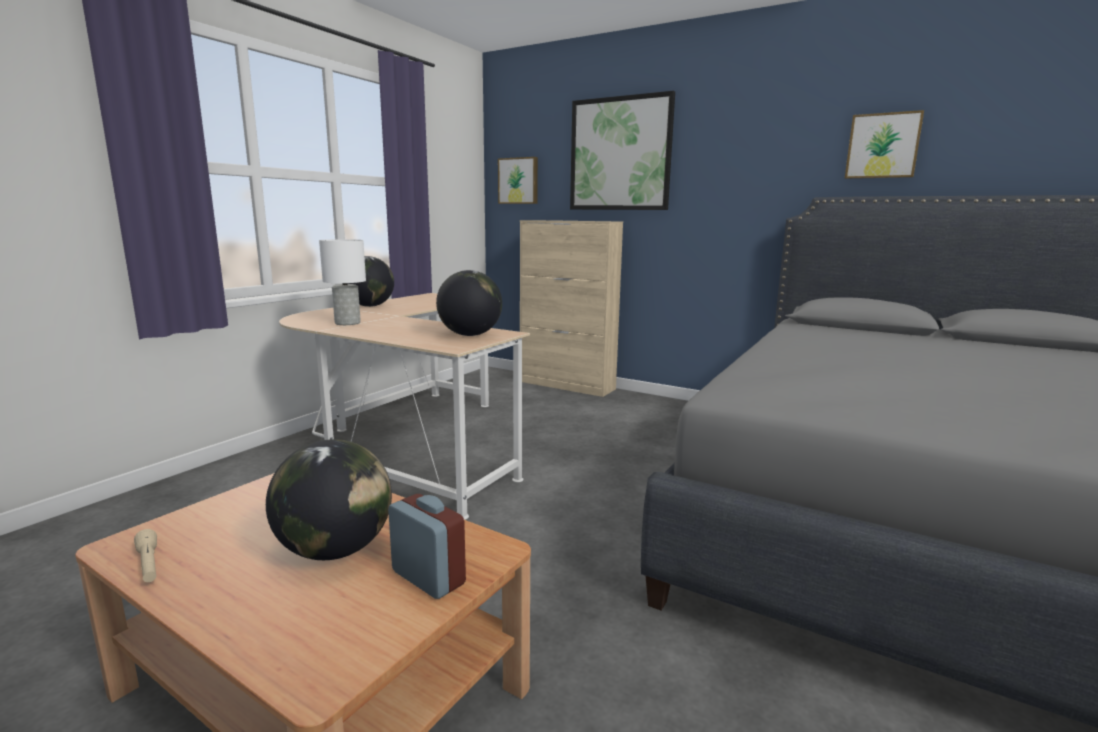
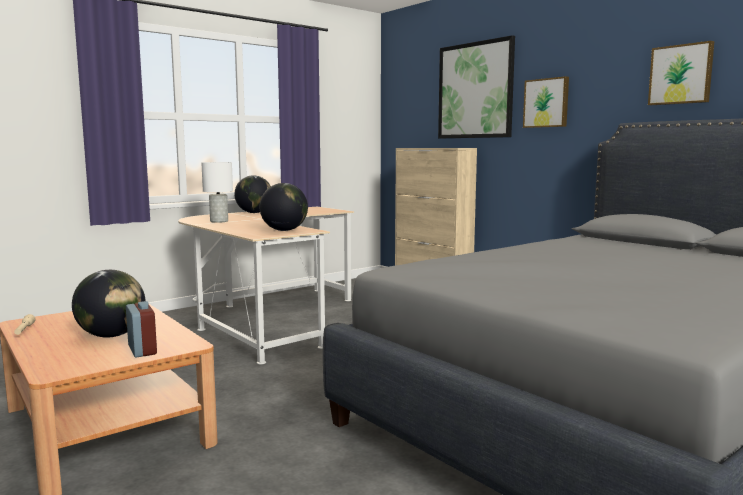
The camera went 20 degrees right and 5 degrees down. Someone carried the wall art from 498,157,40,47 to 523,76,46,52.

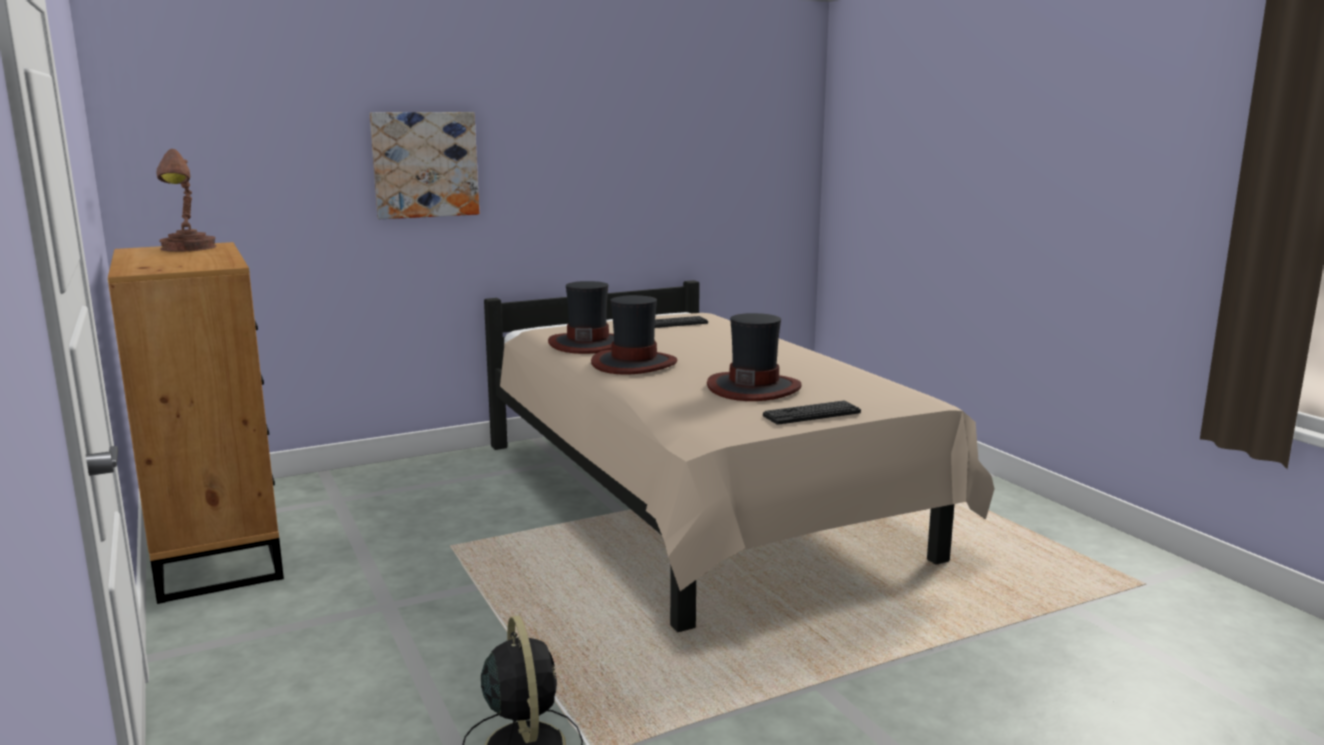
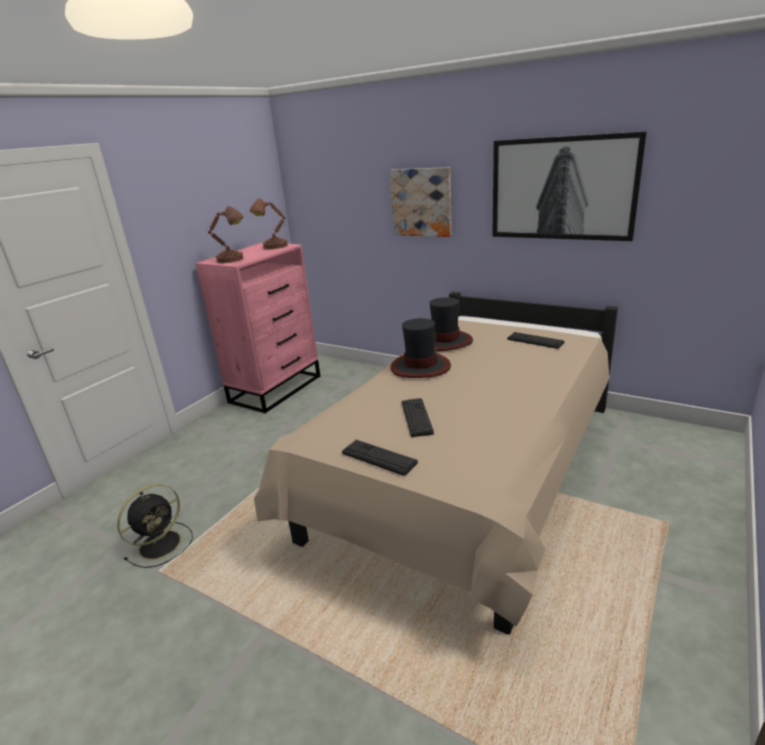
The camera went 60 degrees right and 10 degrees up. Someone put down the tabletop lamp (brownish) at 208,206,36,57. Someone put up the wall art at 492,131,155,110. Someone swapped the wearable hat at 707,313,95,88 for the keyboard at 402,398,32,39. Someone repainted the chest of drawers (brownish) at 108,242,176,362, which became the chest of drawers (pinkish) at 195,242,126,171.

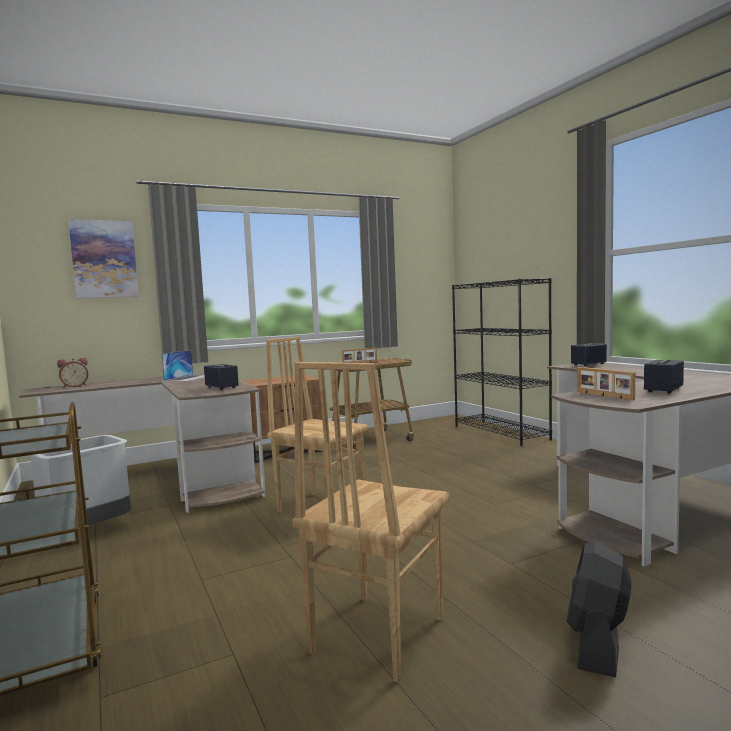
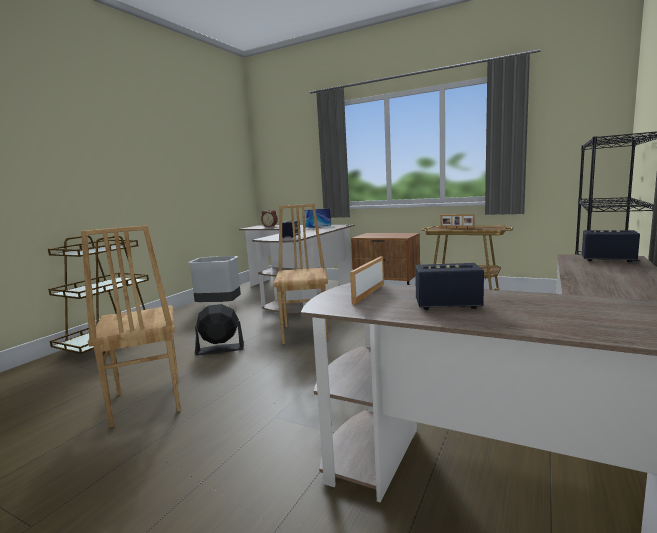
The camera went 55 degrees right and 5 degrees up. Someone took away the wall art at 68,219,71,79. Someone carried the cooling fan (black) from 566,541,66,137 to 195,304,49,51. Someone rotated the chair (brownish) at 293,362,157,321 by 105 degrees counterclockwise.

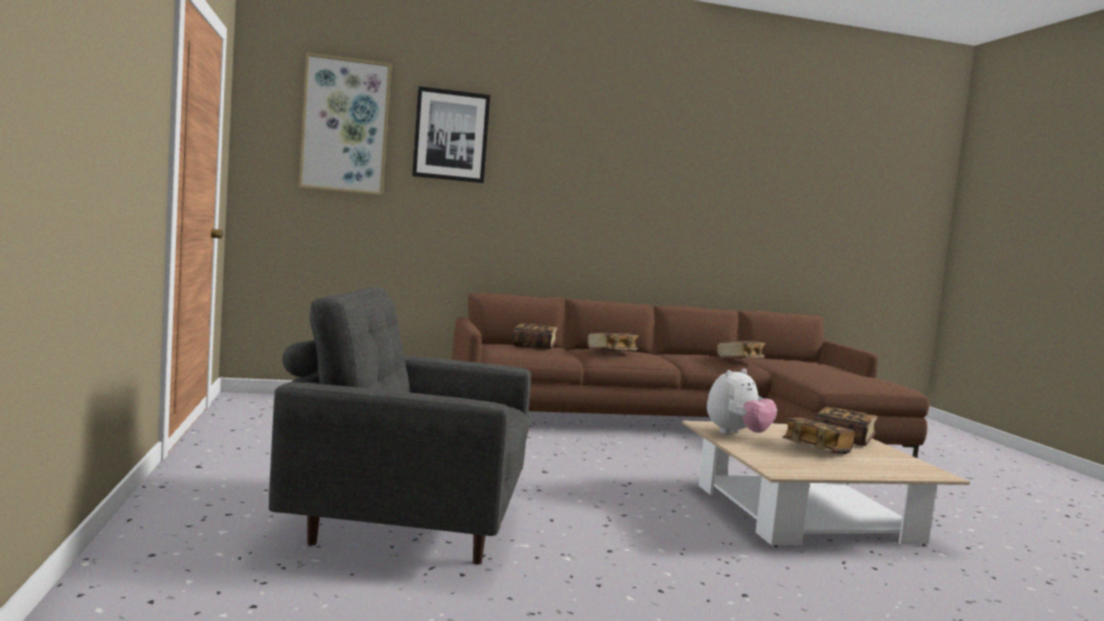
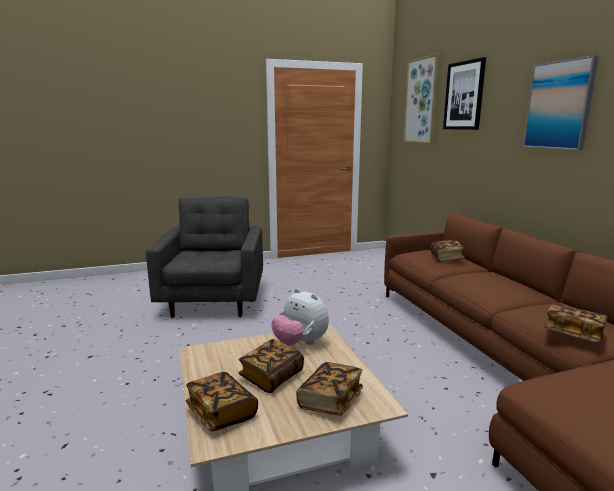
The camera went 85 degrees right and 10 degrees up. Someone put up the wall art at 523,55,76,95. Someone carried the bound book from 587,333,52,18 to 186,372,72,59.

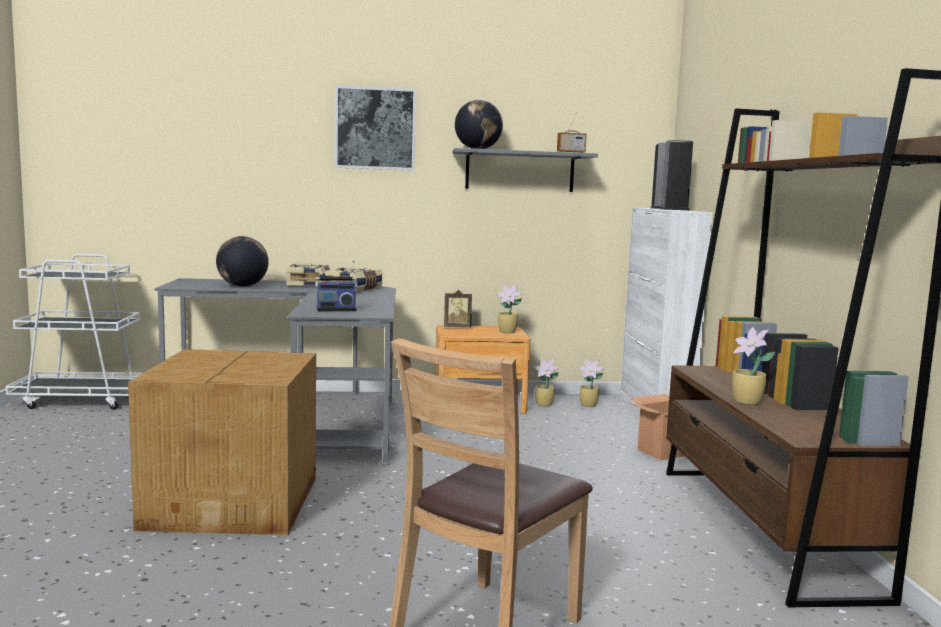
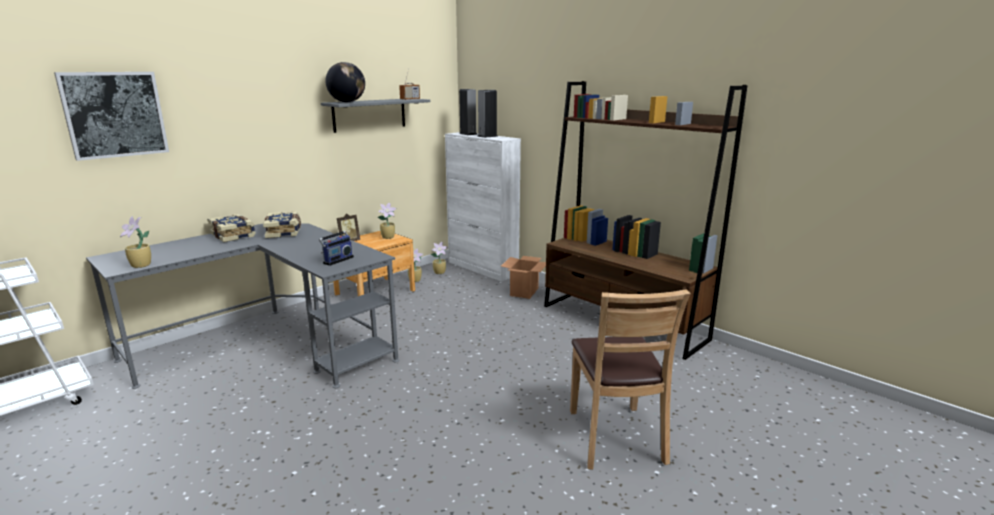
The camera went 40 degrees left and 10 degrees up. Someone took away the packing box at 128,349,188,186. Someone took away the desk globe at 216,236,53,51. Someone carried the wall art from 334,85,82,86 to 54,72,115,89. Someone carried the houseplant from 732,327,43,78 to 120,216,31,52.

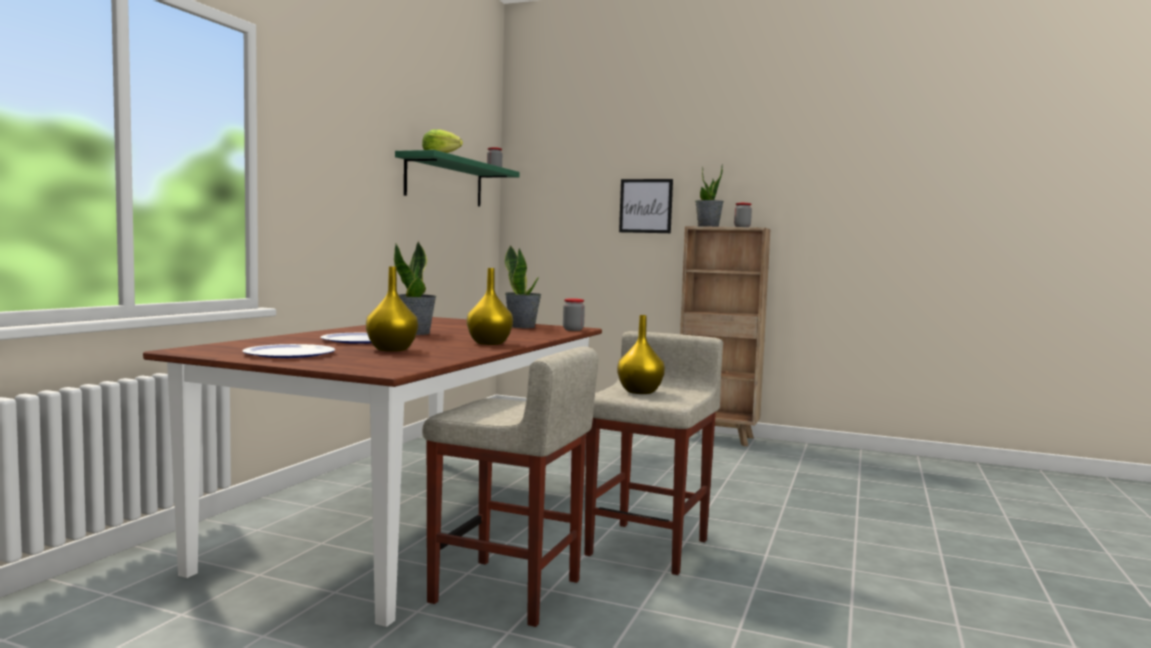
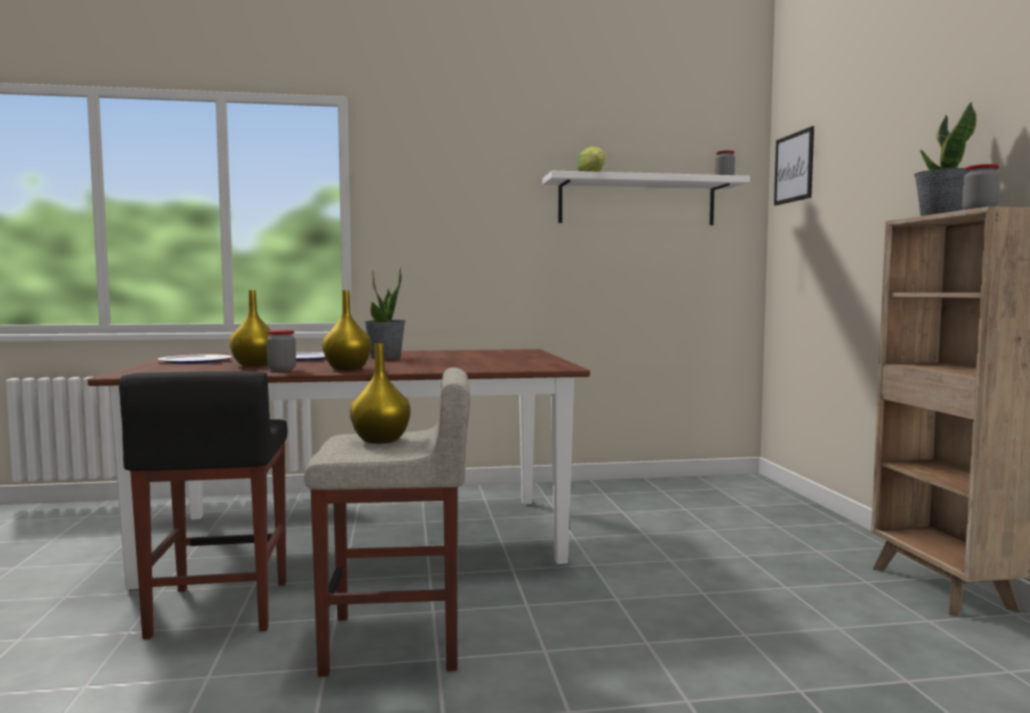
The camera went 60 degrees right and 0 degrees up. Someone took away the houseplant at 505,245,37,83. Someone carried the jar from 563,298,22,33 to 267,330,29,41. Someone carried the wall art from 619,179,54,54 to 774,126,40,79. Someone repainted the wall shelf (green-coloured) at 395,150,125,57, which became the wall shelf (white) at 542,171,208,54. Someone repainted the stool (beige) at 422,346,176,281, which became the stool (black) at 119,371,169,269.

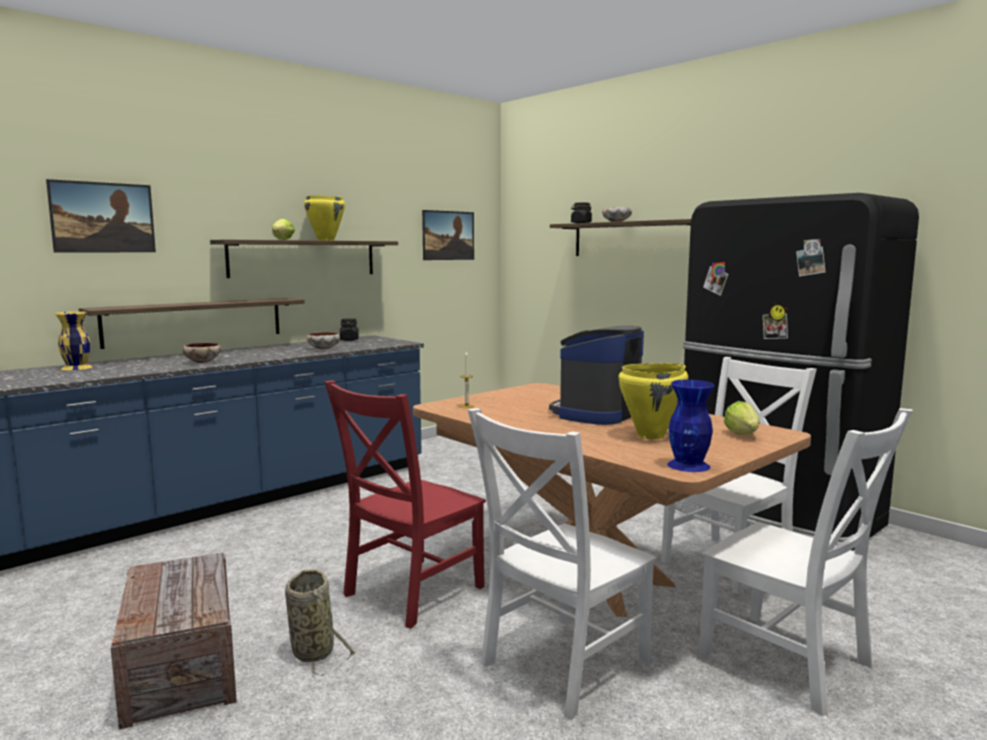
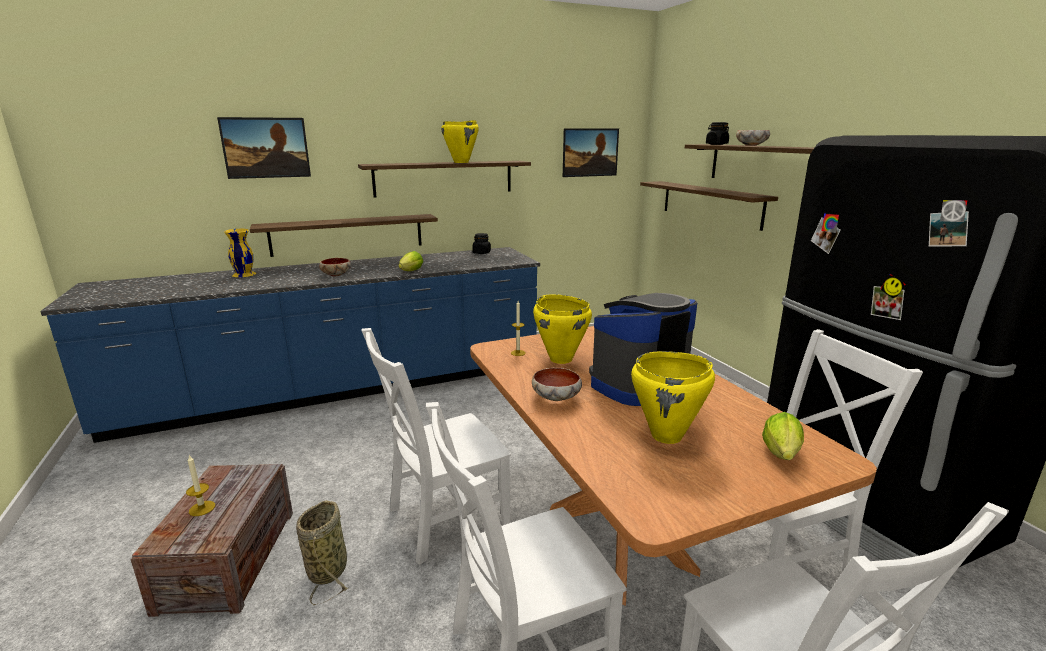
The camera went 20 degrees right and 10 degrees up. Someone took away the decorative vase (bluish) at 667,380,48,92. Someone put down the wax light at 186,455,29,61. Someone put down the stockpot (yellow-coloured) at 533,294,59,70. Someone put up the wall shelf at 640,181,138,50. Someone carried the lettuce from 272,219,23,21 to 398,251,25,20. Someone carried the deep dish from 307,332,33,18 to 532,368,50,33. Someone repainted the chair (reddish) at 324,380,162,248, which became the chair (white) at 362,328,149,237.

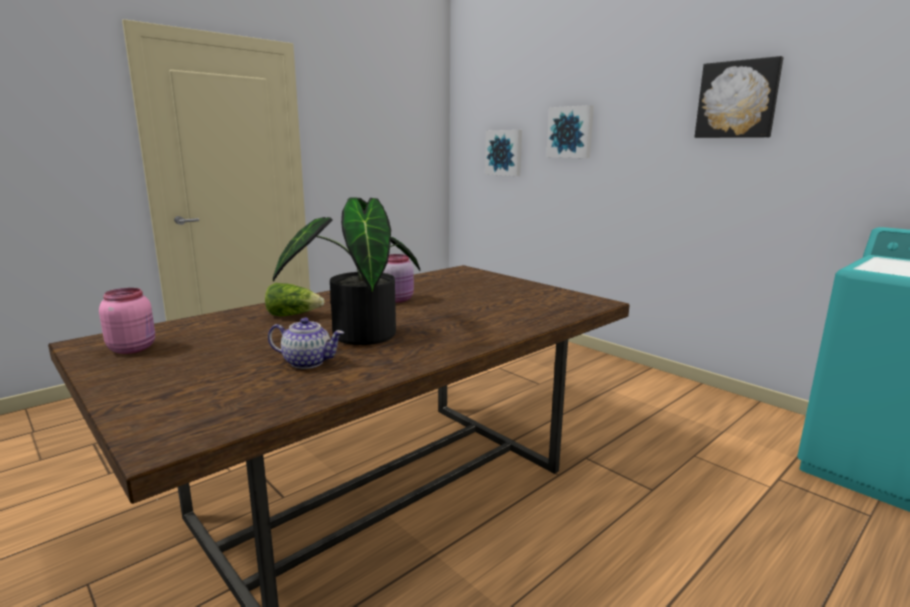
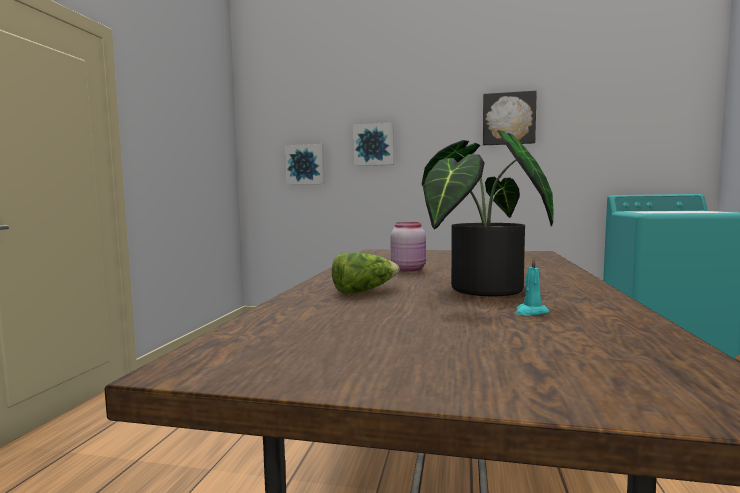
The camera went 35 degrees left and 10 degrees down. Someone took away the jar (pinkish) at 99,288,56,66. Someone swapped the tea pot at 268,317,76,52 for the wax light (turquoise) at 516,255,34,61.

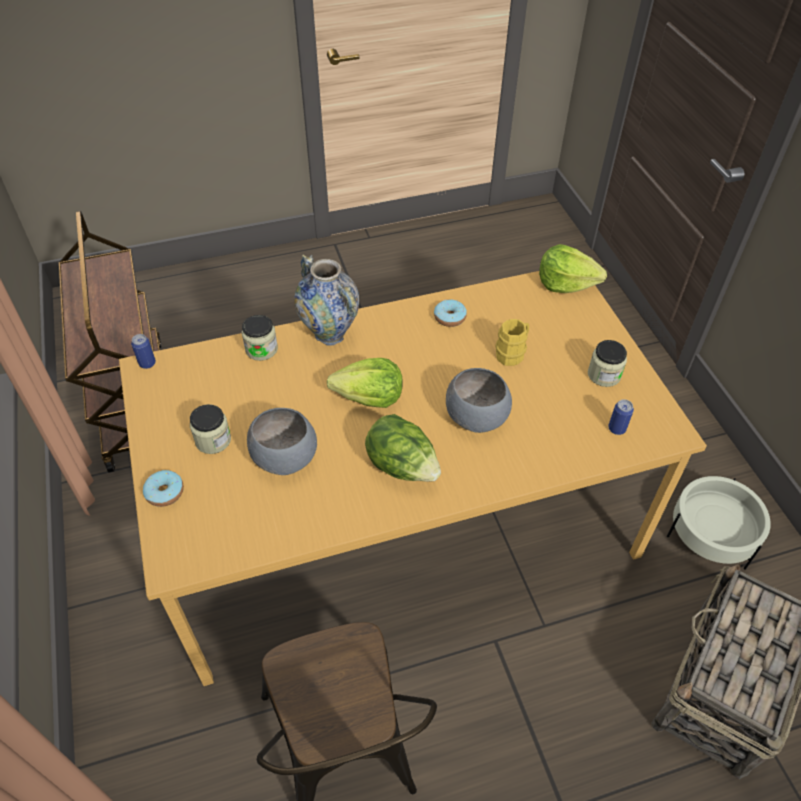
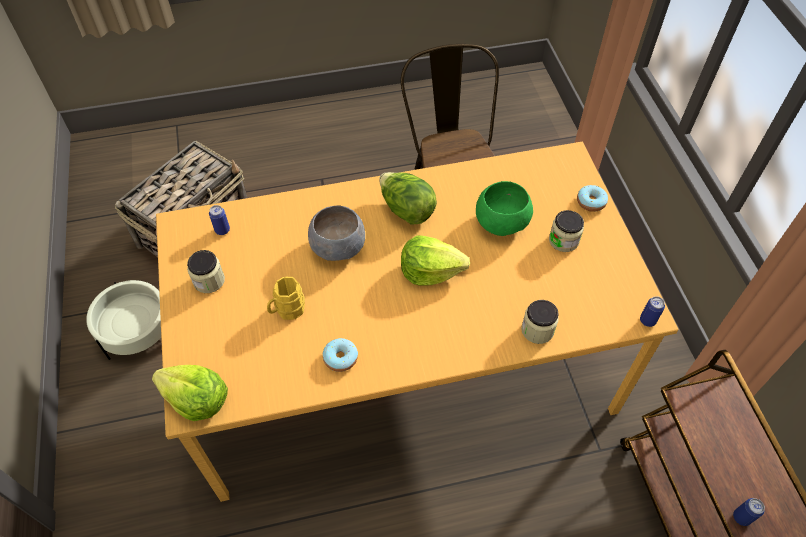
The camera went 175 degrees left and 5 degrees up. Someone took away the decorative vase at 294,255,65,91. Someone put down the metal can at 733,498,32,28. Someone repainted the deep dish (grey) at 247,408,70,67, which became the deep dish (green-coloured) at 476,181,57,55.

